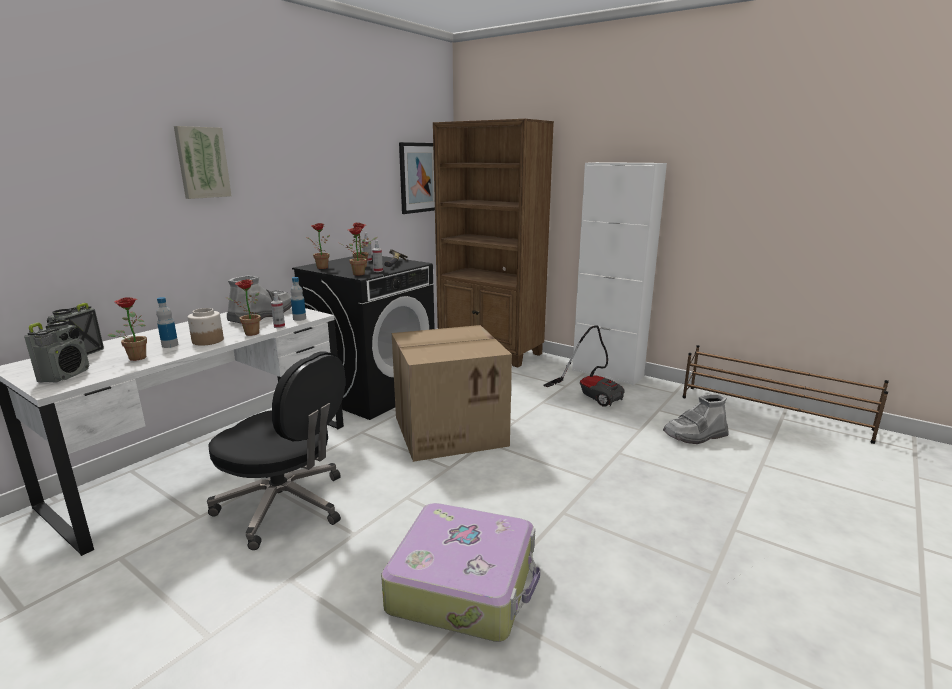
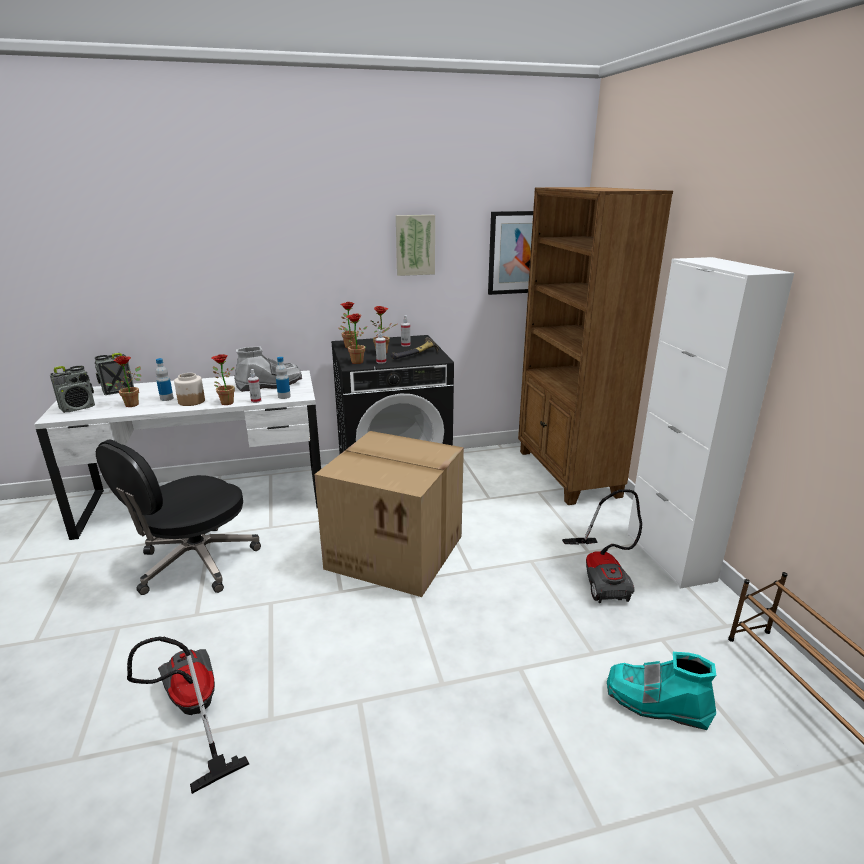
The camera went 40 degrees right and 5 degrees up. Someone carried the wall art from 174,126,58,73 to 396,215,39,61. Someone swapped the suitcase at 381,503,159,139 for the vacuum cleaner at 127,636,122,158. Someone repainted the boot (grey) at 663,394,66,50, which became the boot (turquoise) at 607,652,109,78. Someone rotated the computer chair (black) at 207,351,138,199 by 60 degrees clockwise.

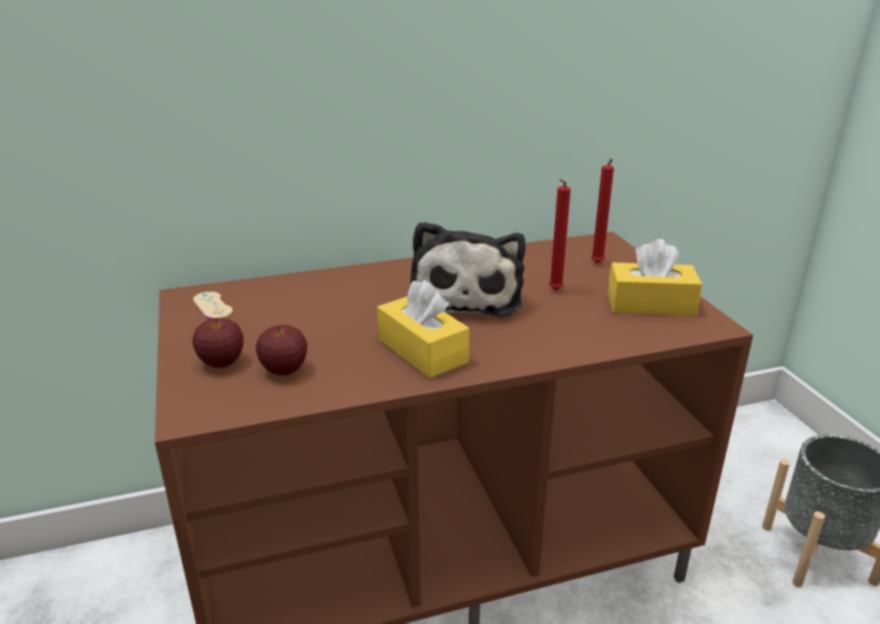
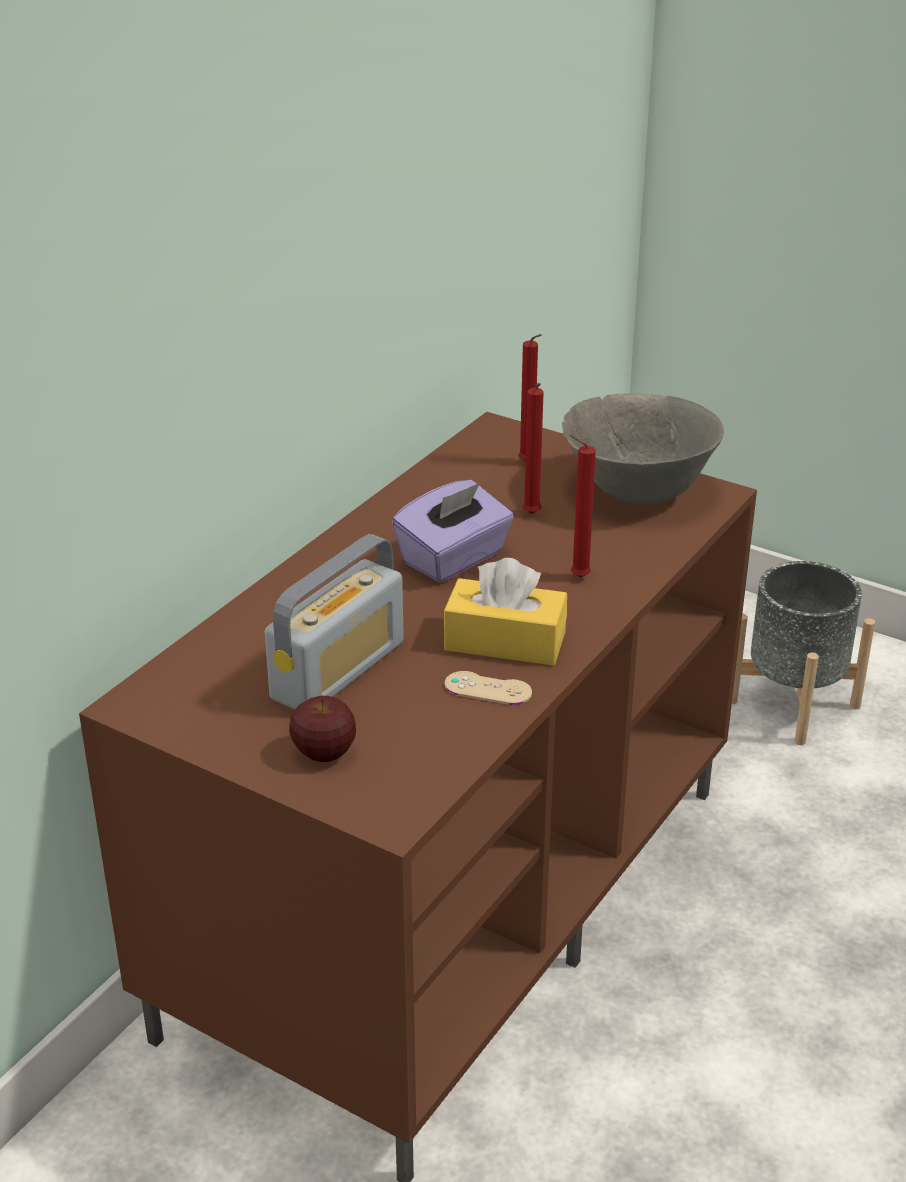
The camera went 40 degrees left and 5 degrees up. Someone took away the apple fruit at 256,325,51,51. Someone put down the radio receiver at 265,534,139,176. Someone put down the wax light (reddish) at 570,435,26,143. Someone carried the joypad (beige) from 193,292,40,27 to 445,671,87,34. Someone swapped the cuddly toy at 410,221,116,96 for the tissue box (purple) at 392,480,122,103. Someone swapped the tissue box (yellow-coloured) at 608,239,94,77 for the deep dish (grey) at 562,393,162,111.

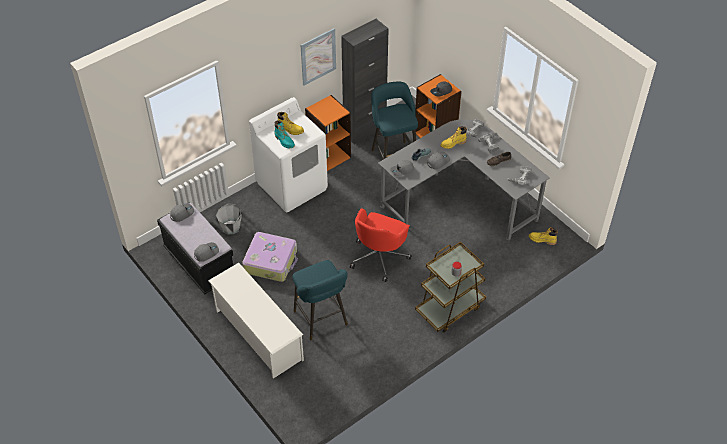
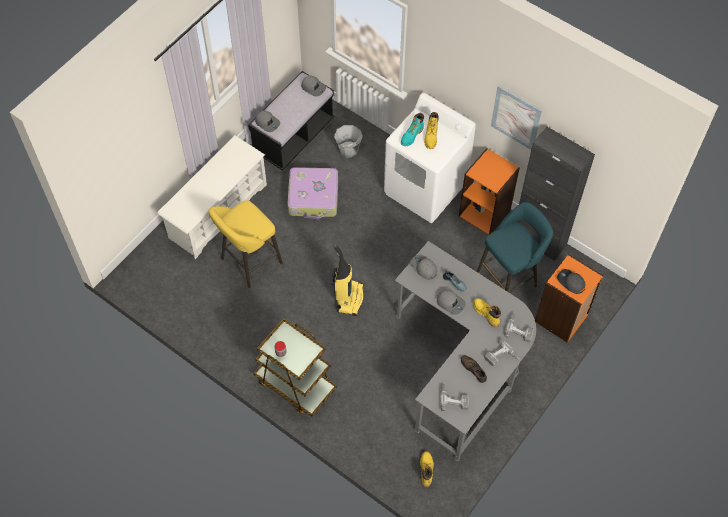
The camera went 75 degrees right and 10 degrees up. Someone swapped the computer chair (reddish) at 350,208,62,74 for the vacuum cleaner at 332,245,32,71. Someone repainted the stool (turquoise) at 293,260,55,80, which became the stool (yellow-coloured) at 208,200,75,88.

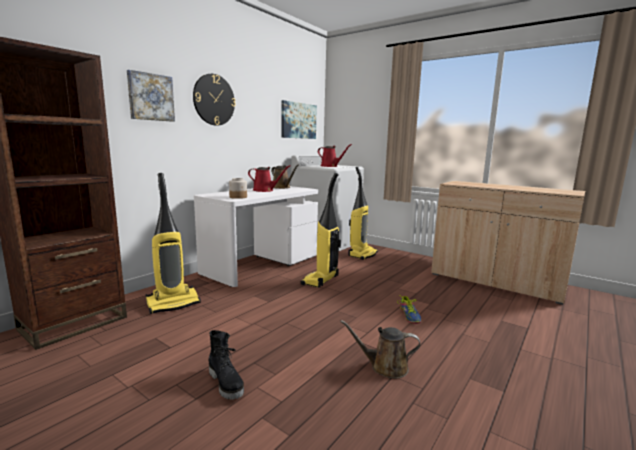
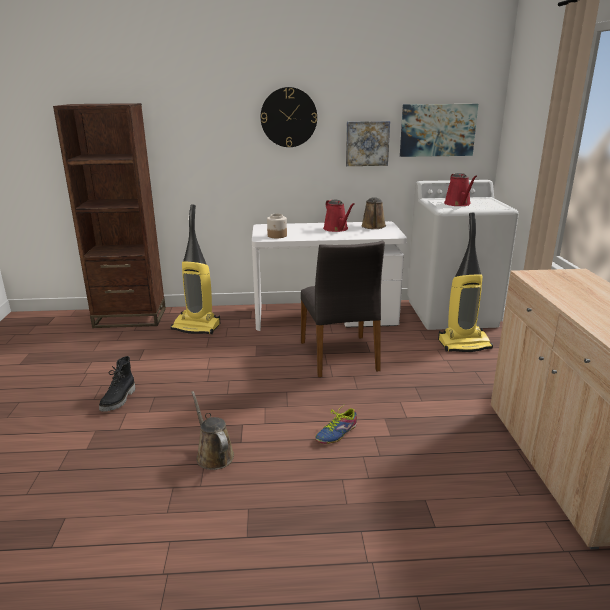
The camera went 50 degrees right and 10 degrees up. Someone carried the wall art from 127,70,48,52 to 346,121,44,45. Someone swapped the vacuum cleaner at 301,173,40,115 for the chair (grey) at 301,241,84,136.

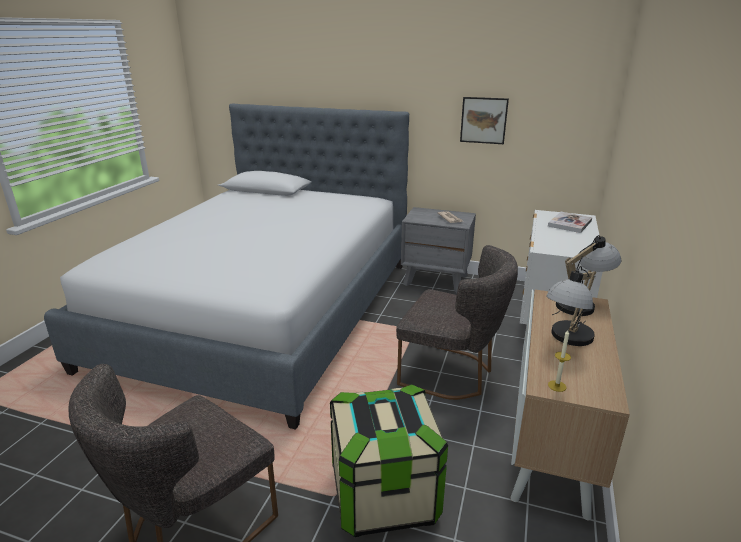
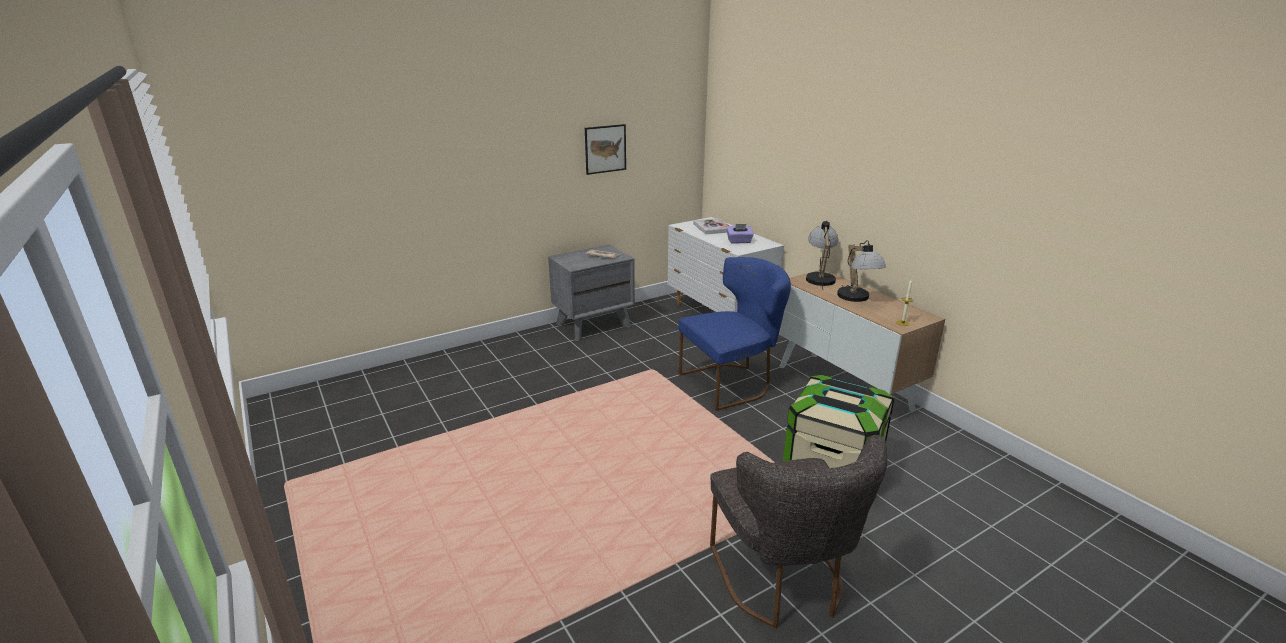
The camera went 50 degrees left and 0 degrees up. Someone took away the bed at 44,104,365,326. Someone put down the tissue box (purple) at 726,224,28,20. Someone repainted the chair (grey) at 396,245,122,155, which became the chair (bluish) at 678,257,113,154.

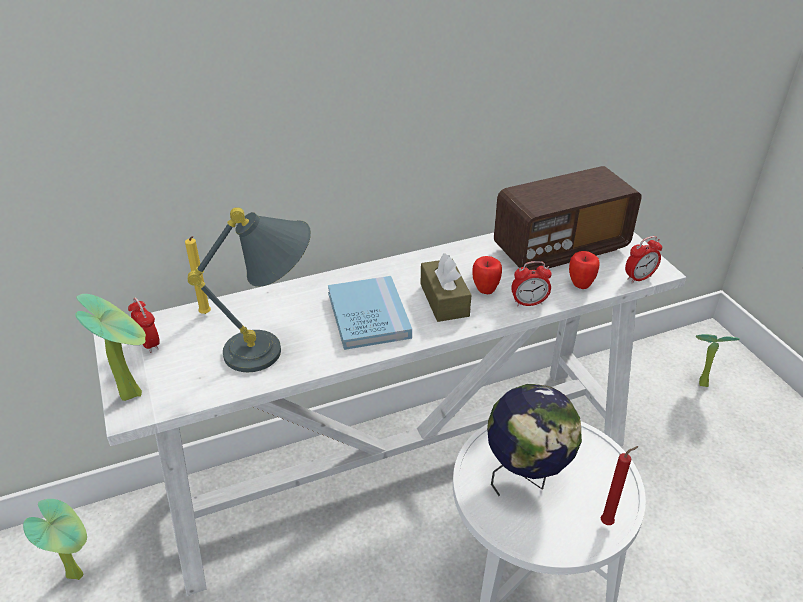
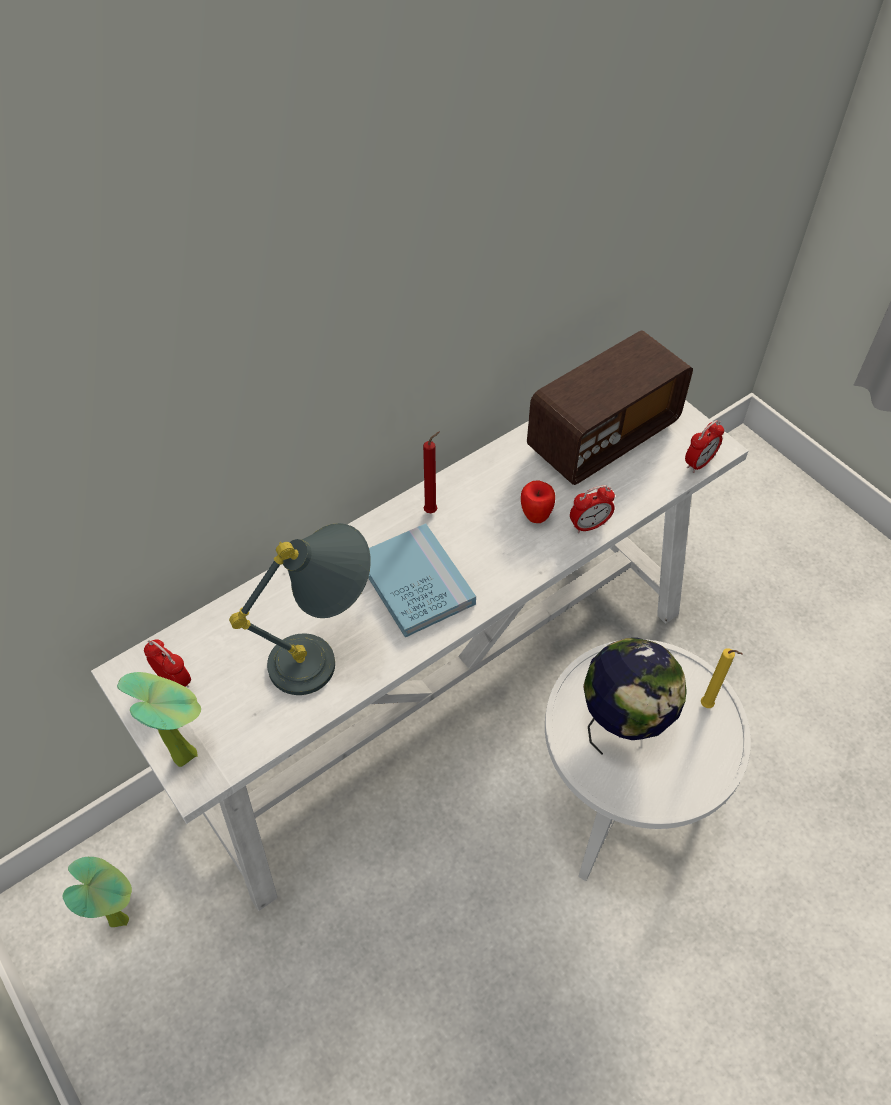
The camera went 15 degrees left and 15 degrees up. Someone took away the tissue box (brownish) at 421,253,50,69. Someone took away the apple fruit at 569,251,31,38. Someone took away the houseplant at 696,334,44,53. Someone carried the wax light (yellow-coloured) from 185,236,26,78 to 701,648,42,60. Someone carried the wax light (reddish) from 601,446,38,79 to 423,432,16,81.

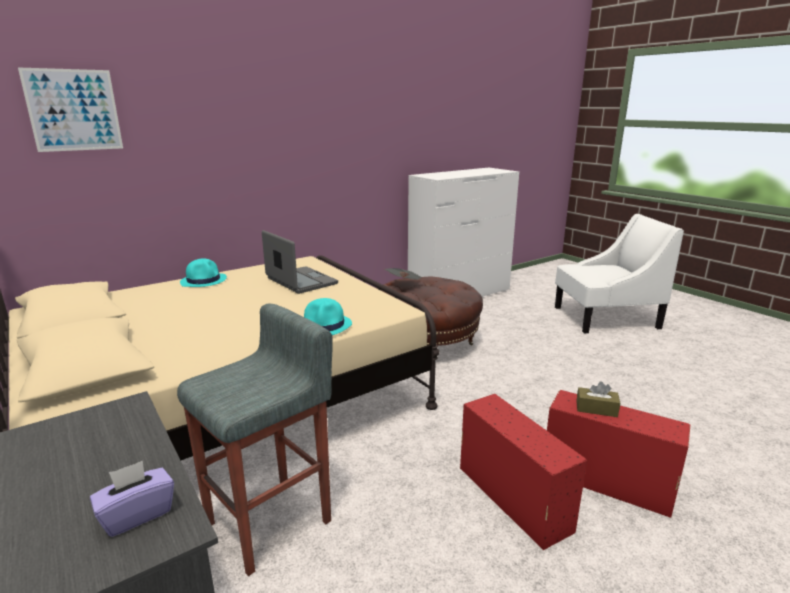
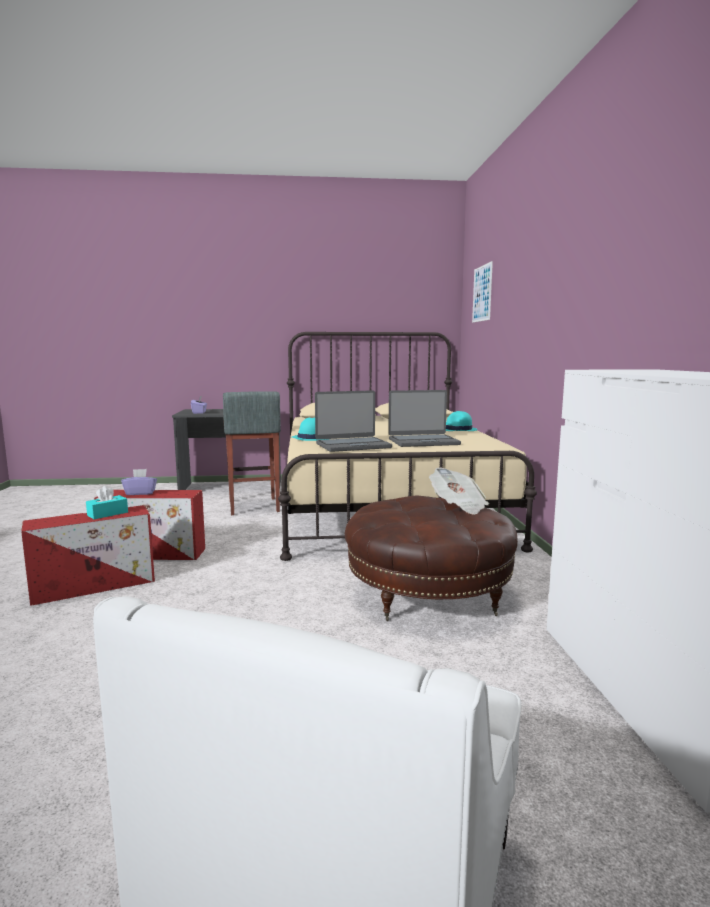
The camera went 120 degrees right and 10 degrees down. Someone put down the tissue box (purple) at 121,469,36,26. Someone put down the notebook computer at 315,390,77,62. Someone repainted the tissue box (brownish) at 576,381,44,36, which became the tissue box (turquoise) at 86,486,42,33.

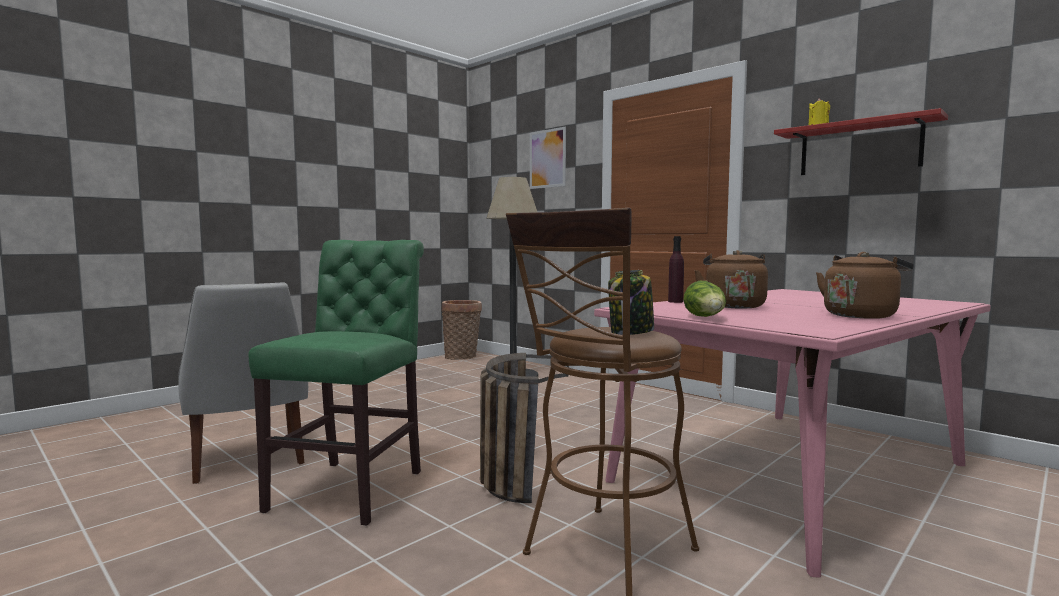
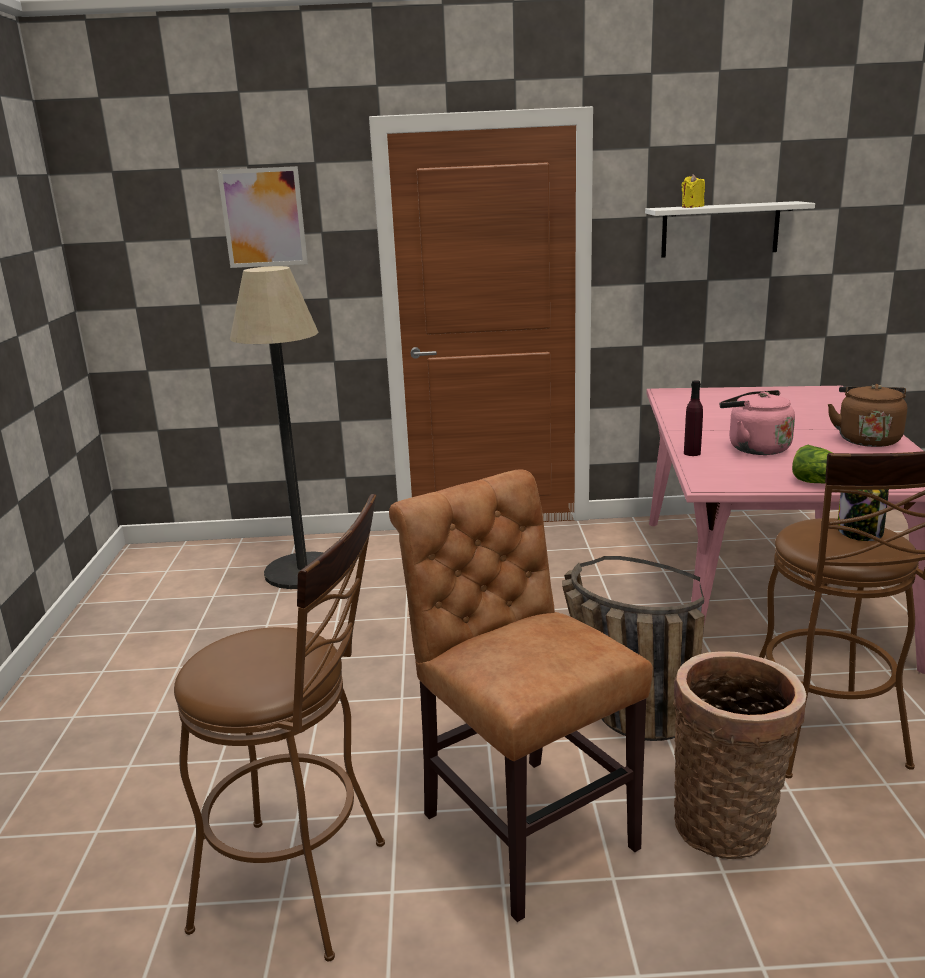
The camera went 45 degrees left and 15 degrees up. Someone carried the basket from 441,300,41,60 to 673,651,134,208. Someone swapped the chair (white) at 178,282,130,202 for the stool (brownish) at 174,494,211,467. Someone repainted the chair (green-coloured) at 248,240,176,286, which became the chair (brownish) at 389,469,264,453. Someone repainted the kettle (brownish) at 694,250,74,59, which became the kettle (pinkish) at 719,390,76,65. Someone repainted the wall shelf (reddish) at 774,108,174,67, which became the wall shelf (white) at 645,201,170,57.

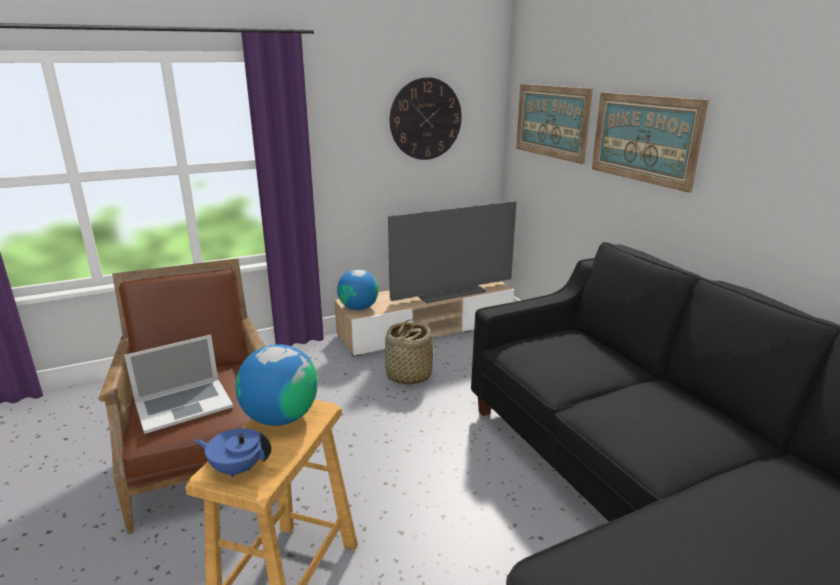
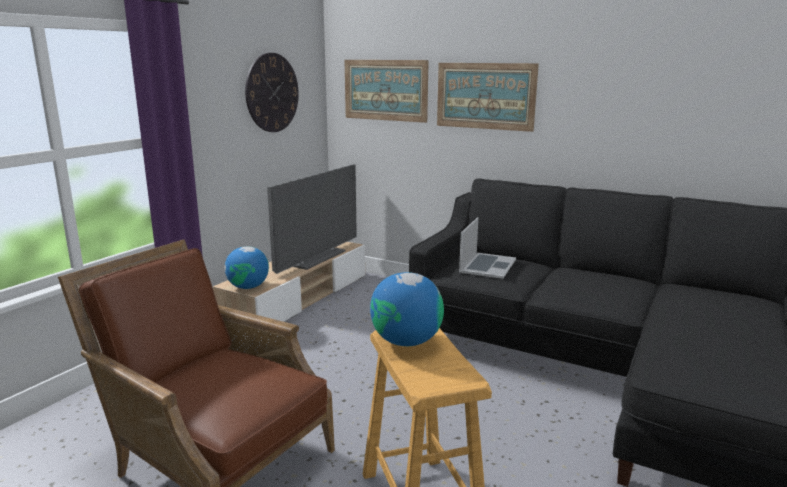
The camera went 35 degrees left and 5 degrees down. Someone took away the tea pot (bluish) at 194,428,77,50. Someone took away the basket at 385,319,48,66. Someone carried the notebook computer from 124,335,109,99 to 459,217,57,62.

